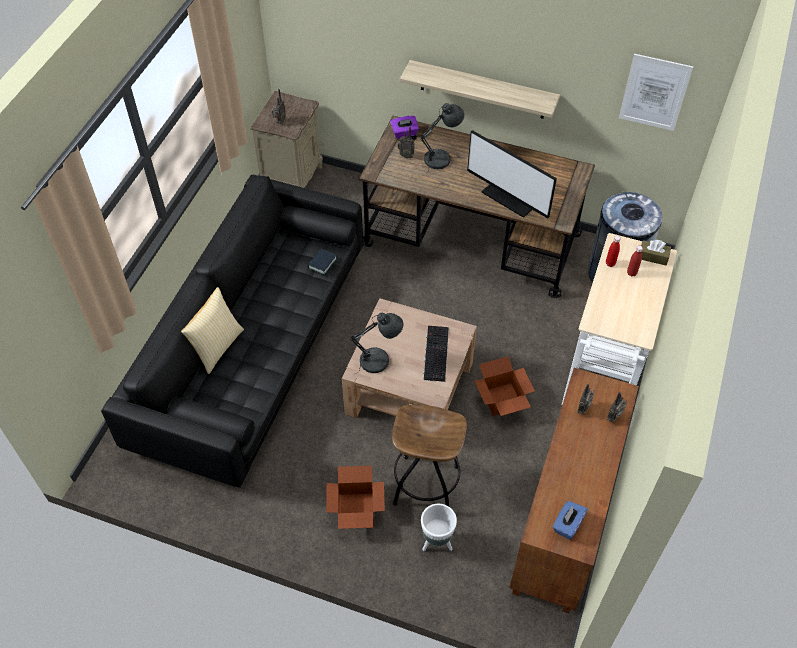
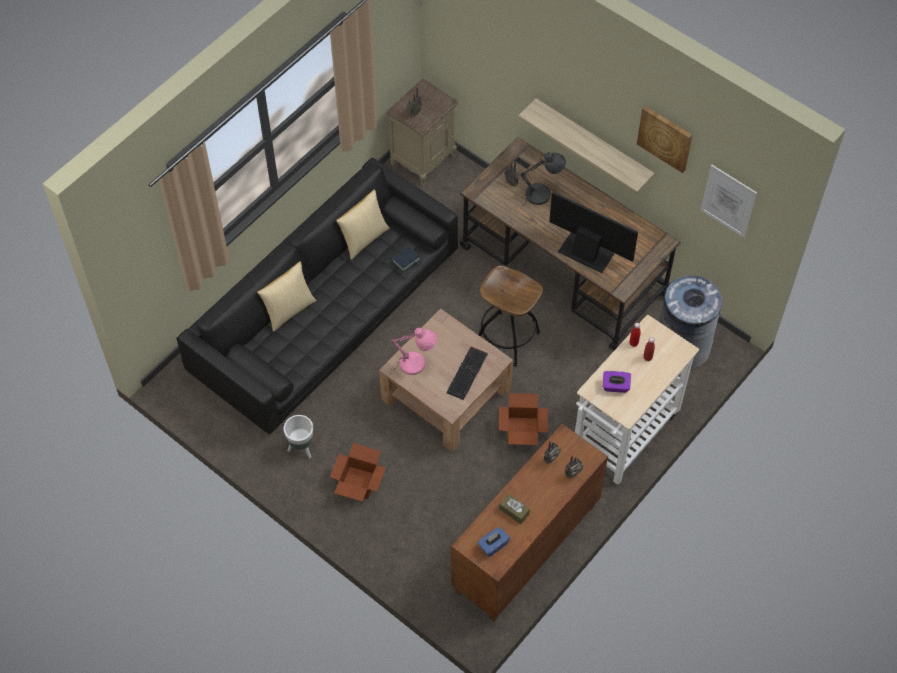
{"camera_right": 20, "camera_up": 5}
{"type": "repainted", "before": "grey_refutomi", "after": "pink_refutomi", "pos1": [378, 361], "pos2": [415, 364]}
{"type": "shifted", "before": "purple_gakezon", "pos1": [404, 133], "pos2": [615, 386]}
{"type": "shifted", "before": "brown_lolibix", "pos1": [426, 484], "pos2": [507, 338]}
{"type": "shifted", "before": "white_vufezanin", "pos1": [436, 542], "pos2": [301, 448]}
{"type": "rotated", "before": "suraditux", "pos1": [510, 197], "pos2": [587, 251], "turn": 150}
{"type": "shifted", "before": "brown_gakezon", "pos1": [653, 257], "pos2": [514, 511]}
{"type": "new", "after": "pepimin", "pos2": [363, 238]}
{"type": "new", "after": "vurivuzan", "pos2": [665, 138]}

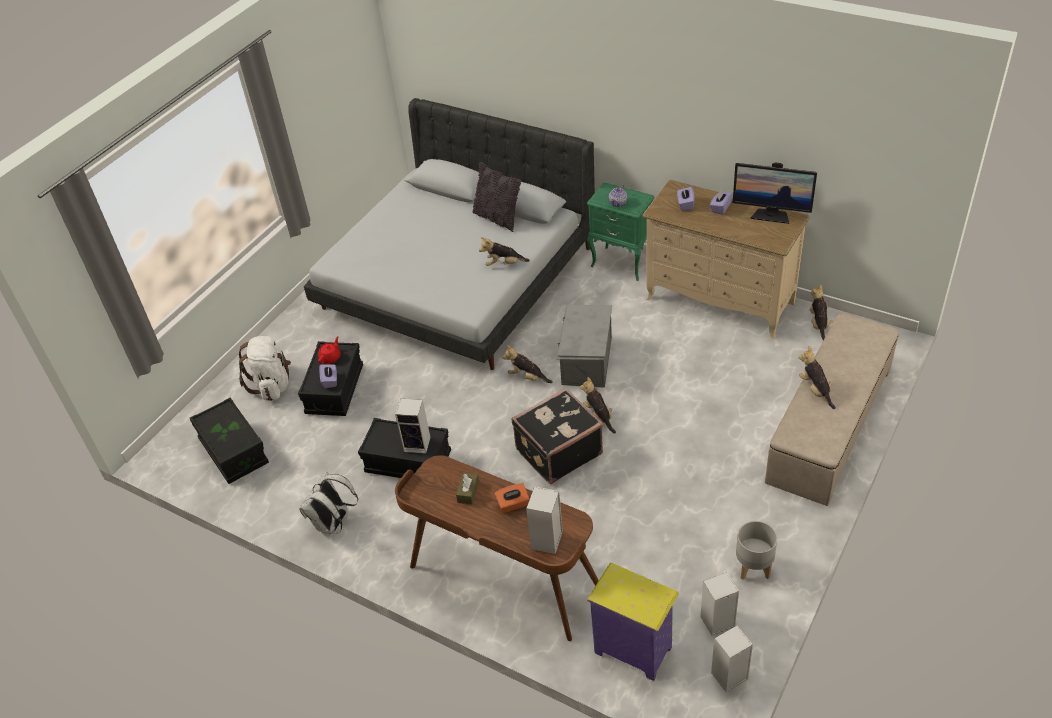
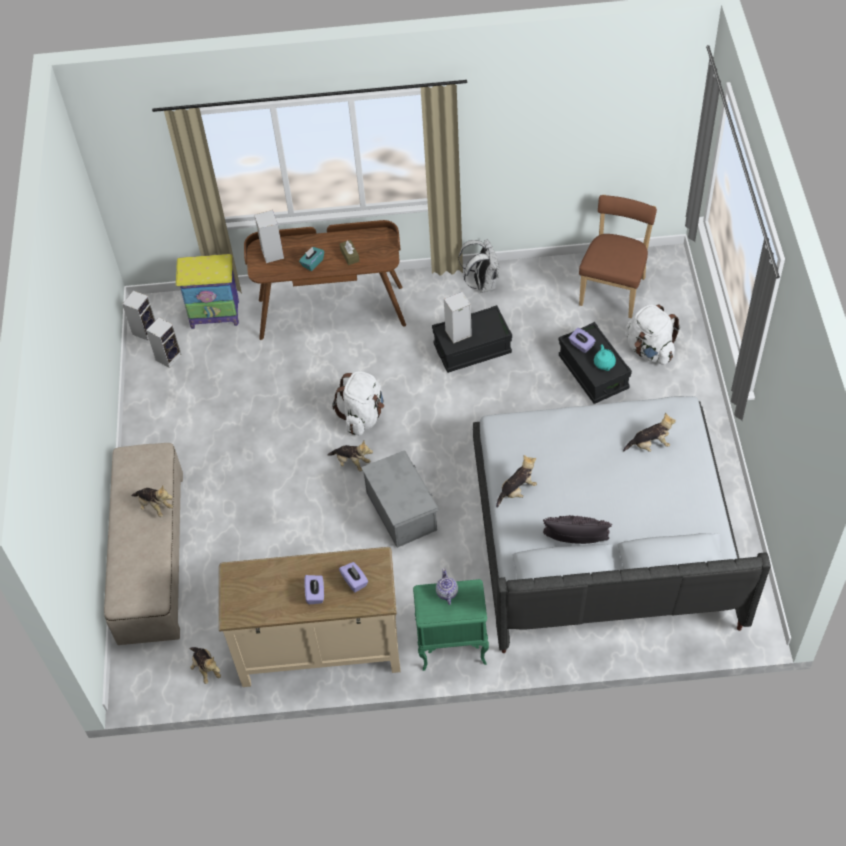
{"camera_right": 145, "camera_up": 10}
{"type": "swapped", "before": "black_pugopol", "after": "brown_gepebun", "pos1": [234, 451], "pos2": [614, 289]}
{"type": "repainted", "before": "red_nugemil", "after": "turquoise_nugemil", "pos1": [330, 357], "pos2": [604, 364]}
{"type": "repainted", "before": "orange_gakezon", "after": "turquoise_gakezon", "pos1": [513, 504], "pos2": [312, 263]}
{"type": "shifted", "before": "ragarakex", "pos1": [527, 377], "pos2": [650, 444]}
{"type": "swapped", "before": "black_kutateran", "after": "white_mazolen", "pos1": [557, 451], "pos2": [363, 416]}
{"type": "gone", "before": "suraditux", "pos1": [771, 215]}
{"type": "gone", "before": "grey_vufezanin", "pos1": [753, 567]}

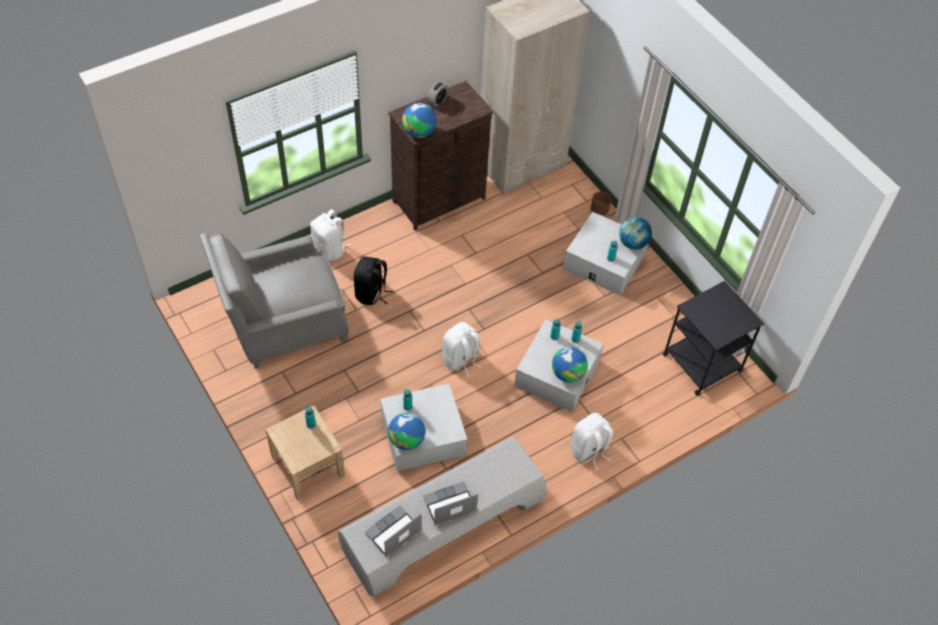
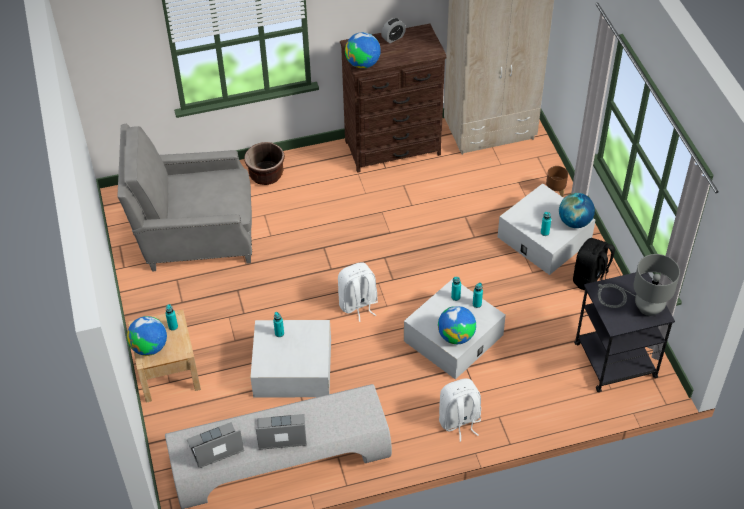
{"camera_right": 20, "camera_up": -5}
{"type": "swapped", "before": "white_mazolen", "after": "brown_vufezanin", "pos1": [330, 249], "pos2": [266, 175]}
{"type": "shifted", "before": "black_mazolen", "pos1": [371, 293], "pos2": [590, 280]}
{"type": "shifted", "before": "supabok", "pos1": [407, 440], "pos2": [150, 347]}
{"type": "new", "after": "grey_refutomi", "pos2": [634, 303]}

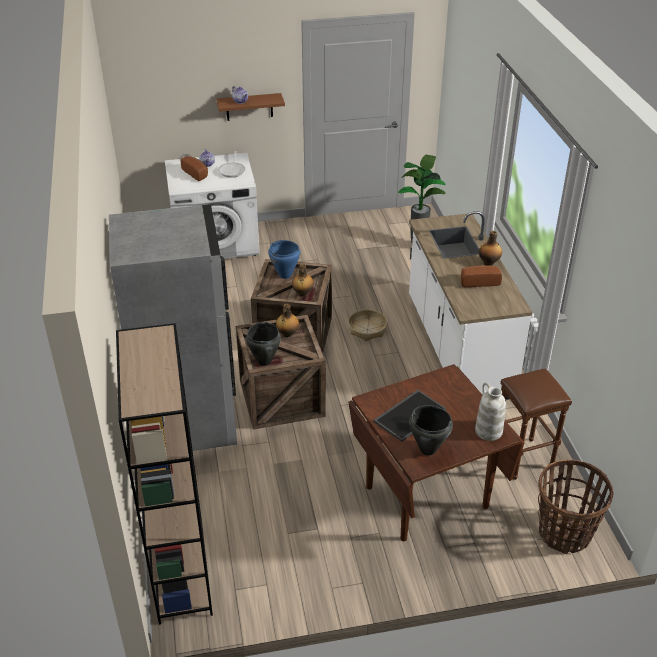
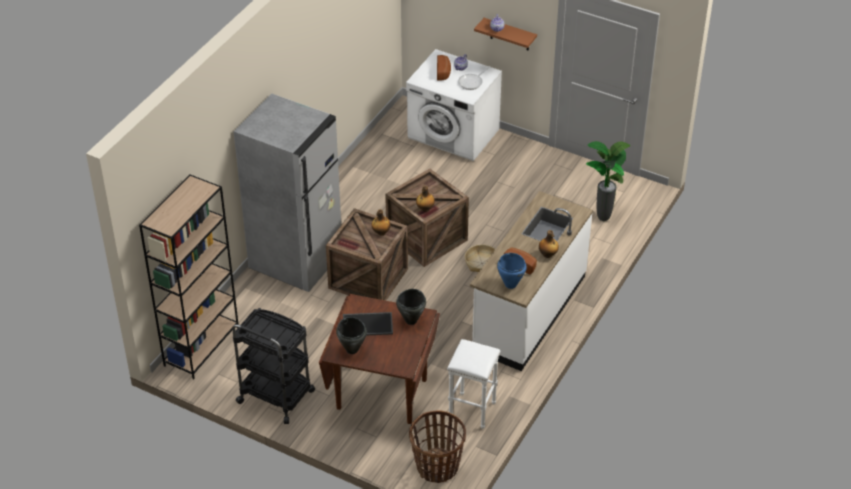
{"camera_right": 40, "camera_up": 5}
{"type": "shifted", "before": "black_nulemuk", "pos1": [264, 361], "pos2": [410, 320]}
{"type": "shifted", "before": "blue_nulemuk", "pos1": [285, 275], "pos2": [510, 284]}
{"type": "gone", "before": "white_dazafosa", "pos1": [488, 431]}
{"type": "repainted", "before": "brown_lolibix", "after": "white_lolibix", "pos1": [524, 459], "pos2": [472, 411]}
{"type": "new", "after": "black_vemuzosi", "pos2": [276, 396]}

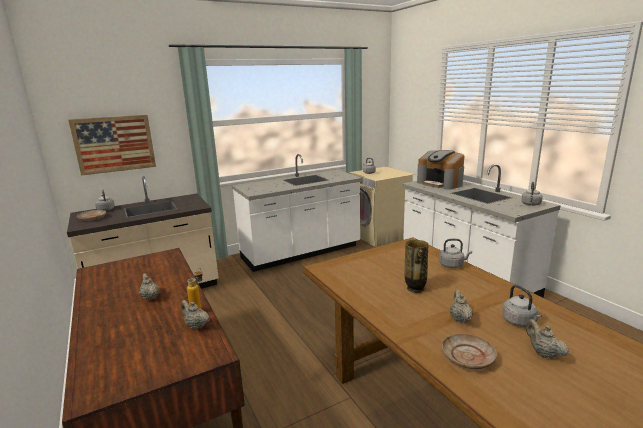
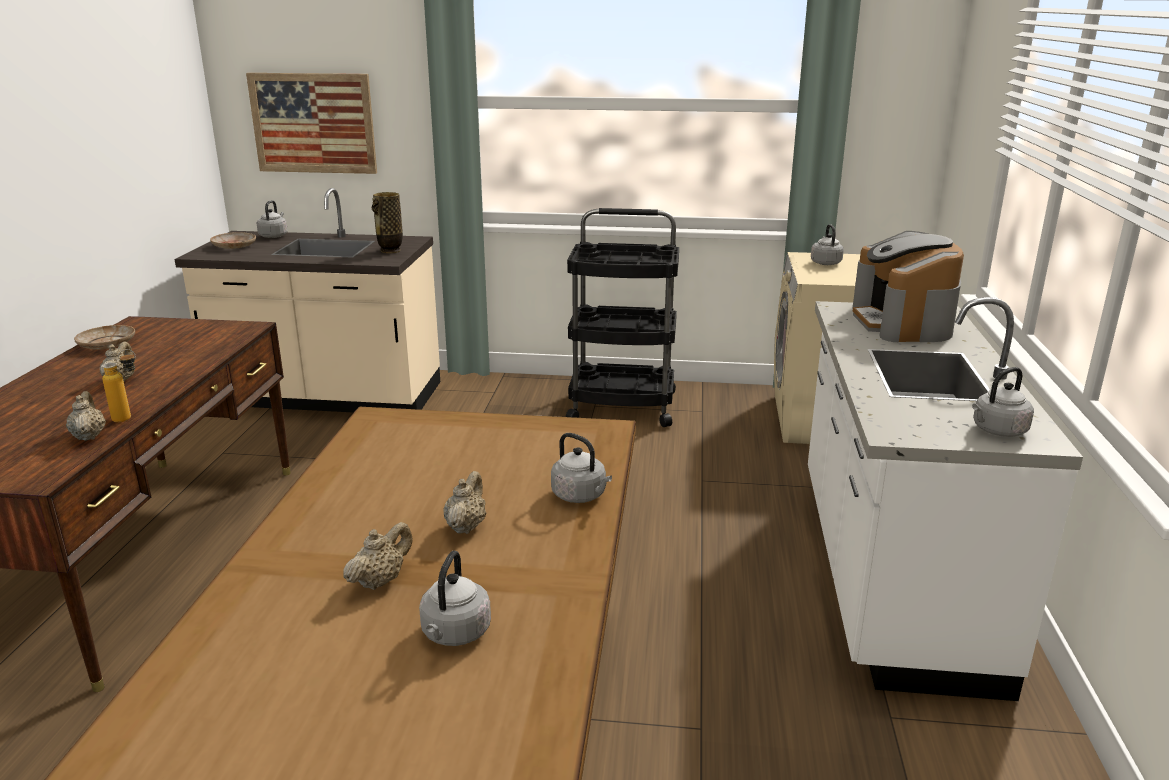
{"camera_right": 35, "camera_up": 5}
{"type": "swapped", "before": "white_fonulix", "after": "black_vemuzosi", "pos1": [301, 253], "pos2": [621, 407]}
{"type": "shifted", "before": "dazafosa", "pos1": [415, 289], "pos2": [390, 251]}
{"type": "shifted", "before": "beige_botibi", "pos1": [468, 357], "pos2": [107, 344]}
{"type": "shifted", "before": "beige_nugemil", "pos1": [543, 353], "pos2": [466, 526]}

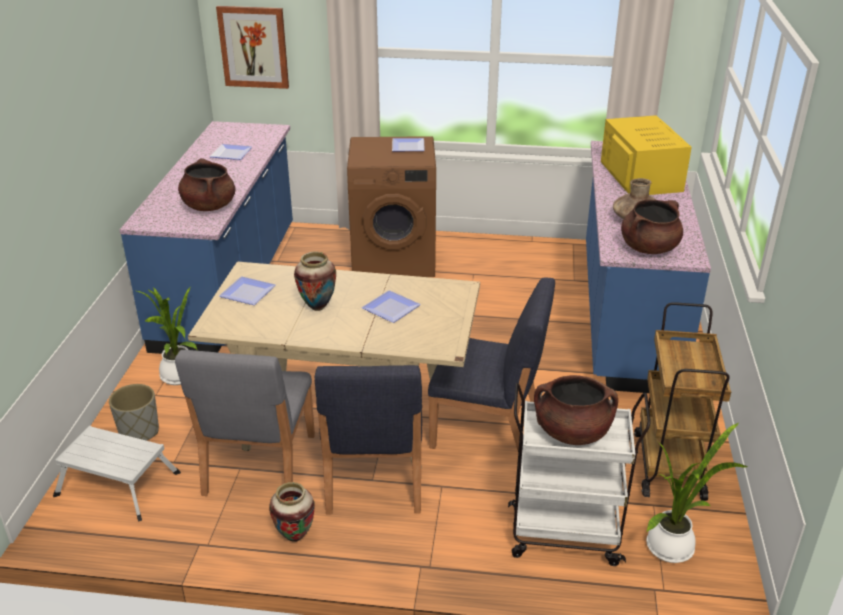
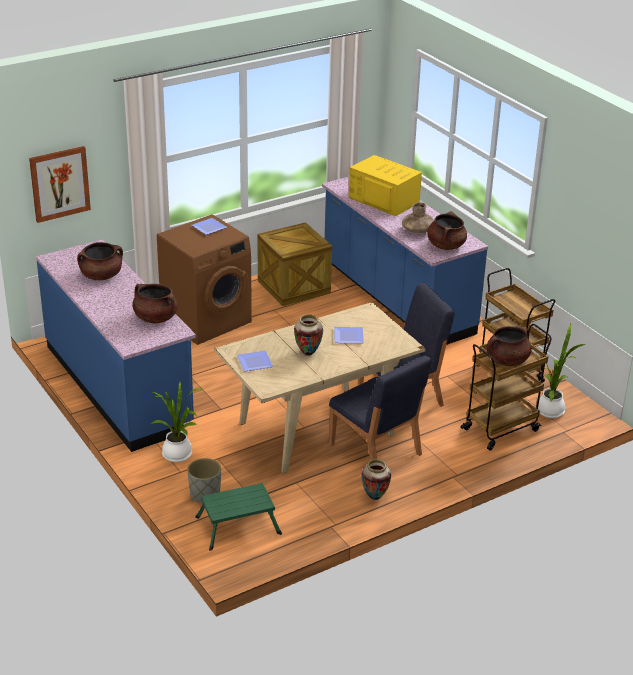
{"camera_right": -40, "camera_up": 0}
{"type": "repainted", "before": "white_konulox", "after": "green_konulox", "pos1": [117, 483], "pos2": [237, 525]}
{"type": "gone", "before": "grey_gepebun", "pos1": [259, 465]}
{"type": "swapped", "before": "botibi", "after": "brown_nulemuk", "pos1": [233, 153], "pos2": [101, 276]}
{"type": "repainted", "before": "white_vemuzosi", "after": "brown_vemuzosi", "pos1": [563, 536], "pos2": [500, 430]}
{"type": "new", "after": "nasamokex", "pos2": [294, 287]}

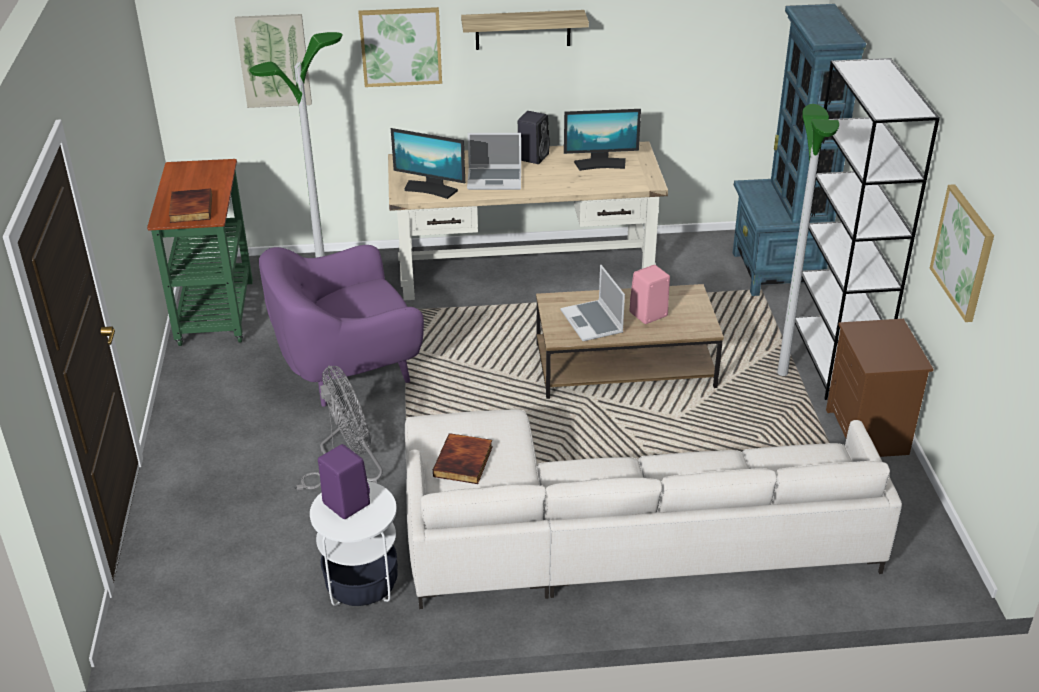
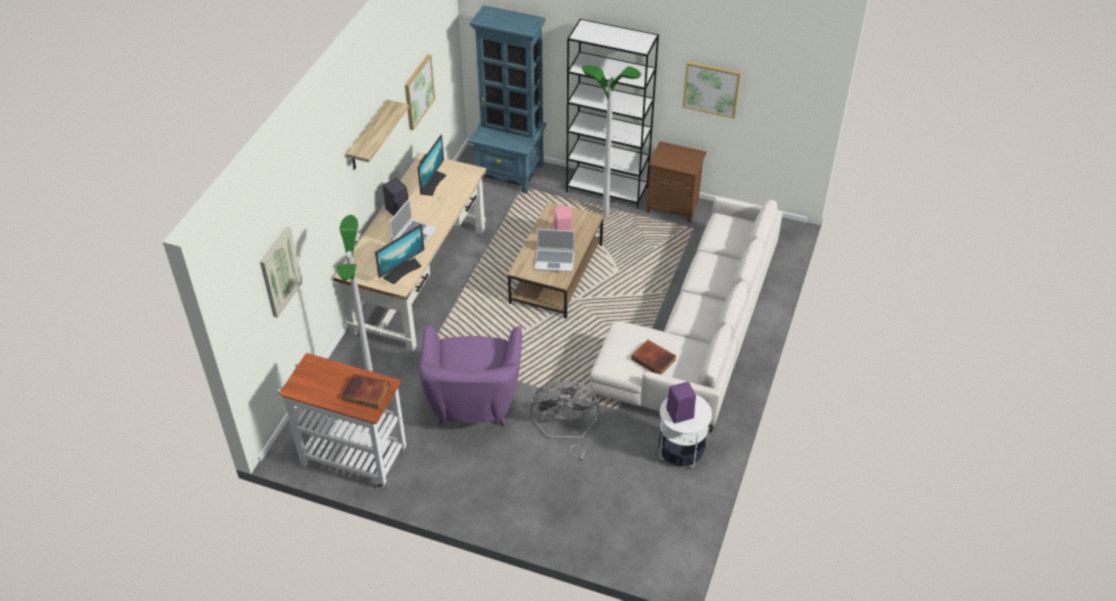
{"camera_right": -65, "camera_up": 10}
{"type": "repainted", "before": "green_vemuzosi", "after": "white_vemuzosi", "pos1": [216, 312], "pos2": [352, 457]}
{"type": "shifted", "before": "vurivuzan", "pos1": [401, 46], "pos2": [418, 91]}

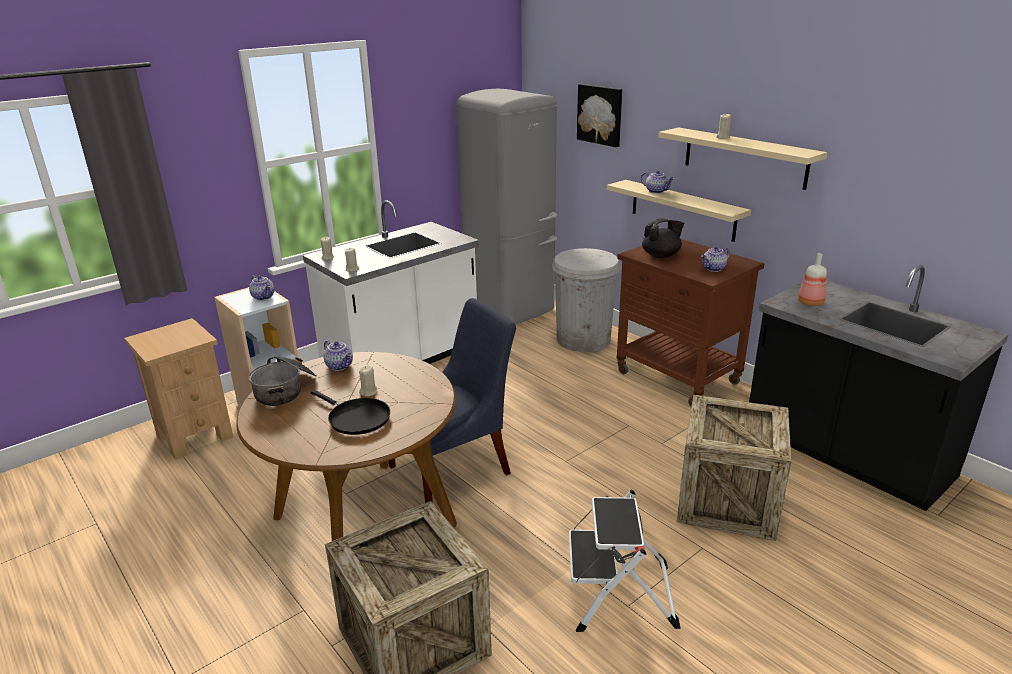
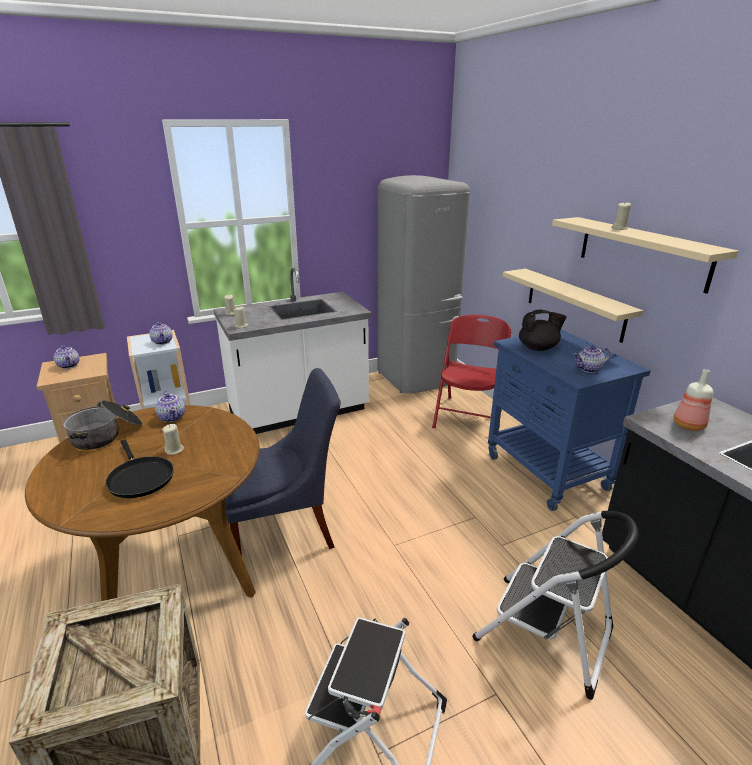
{"camera_right": 15, "camera_up": 0}
{"type": "swapped", "before": "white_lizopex", "after": "red_gepebun", "pos1": [583, 339], "pos2": [469, 417]}
{"type": "gone", "before": "vurivuzan", "pos1": [600, 114]}
{"type": "repainted", "before": "brown_vemuzosi", "after": "blue_vemuzosi", "pos1": [678, 379], "pos2": [547, 474]}
{"type": "shifted", "before": "nugemil", "pos1": [656, 191], "pos2": [69, 365]}
{"type": "swapped", "before": "nasamokex", "after": "konulox", "pos1": [727, 501], "pos2": [548, 636]}

